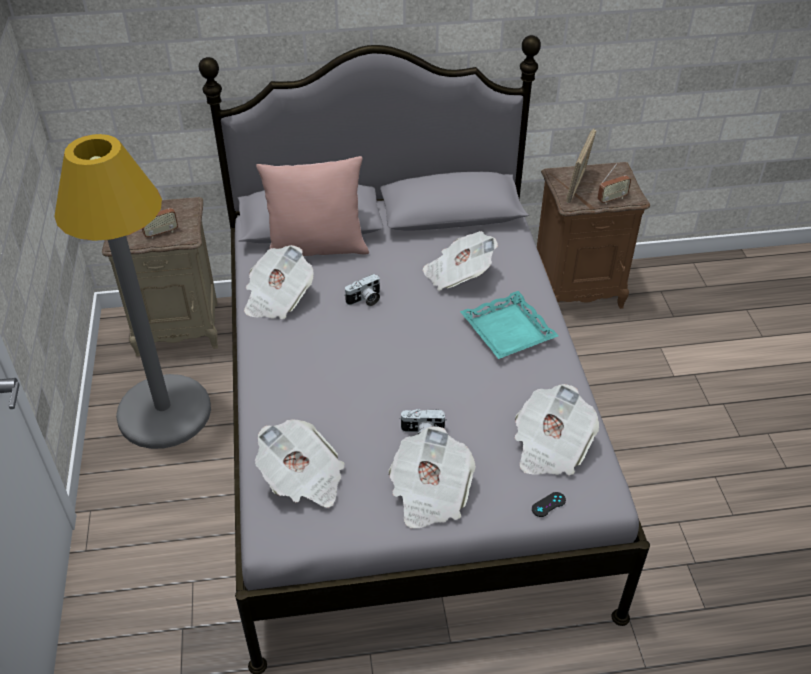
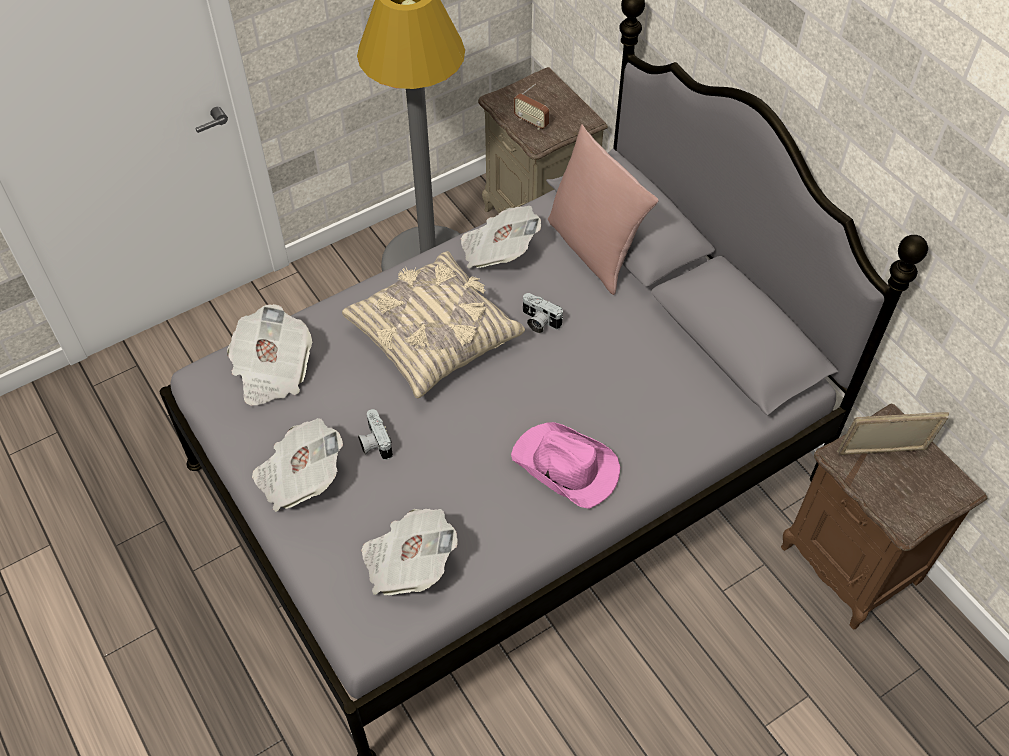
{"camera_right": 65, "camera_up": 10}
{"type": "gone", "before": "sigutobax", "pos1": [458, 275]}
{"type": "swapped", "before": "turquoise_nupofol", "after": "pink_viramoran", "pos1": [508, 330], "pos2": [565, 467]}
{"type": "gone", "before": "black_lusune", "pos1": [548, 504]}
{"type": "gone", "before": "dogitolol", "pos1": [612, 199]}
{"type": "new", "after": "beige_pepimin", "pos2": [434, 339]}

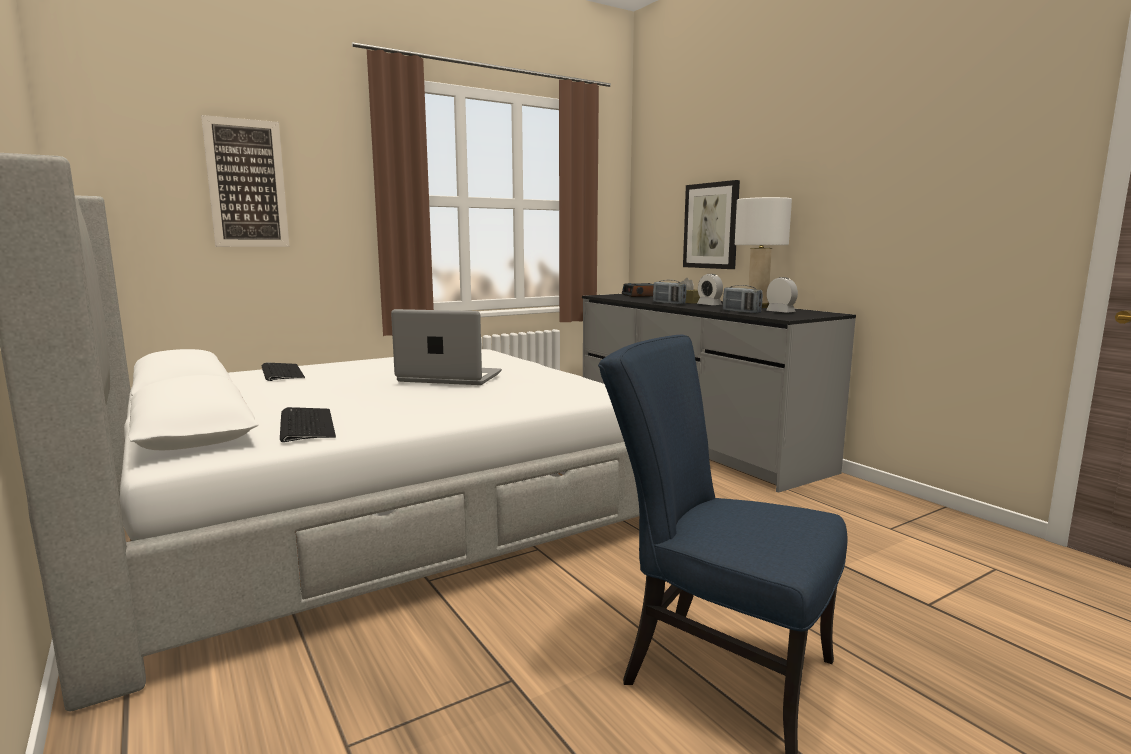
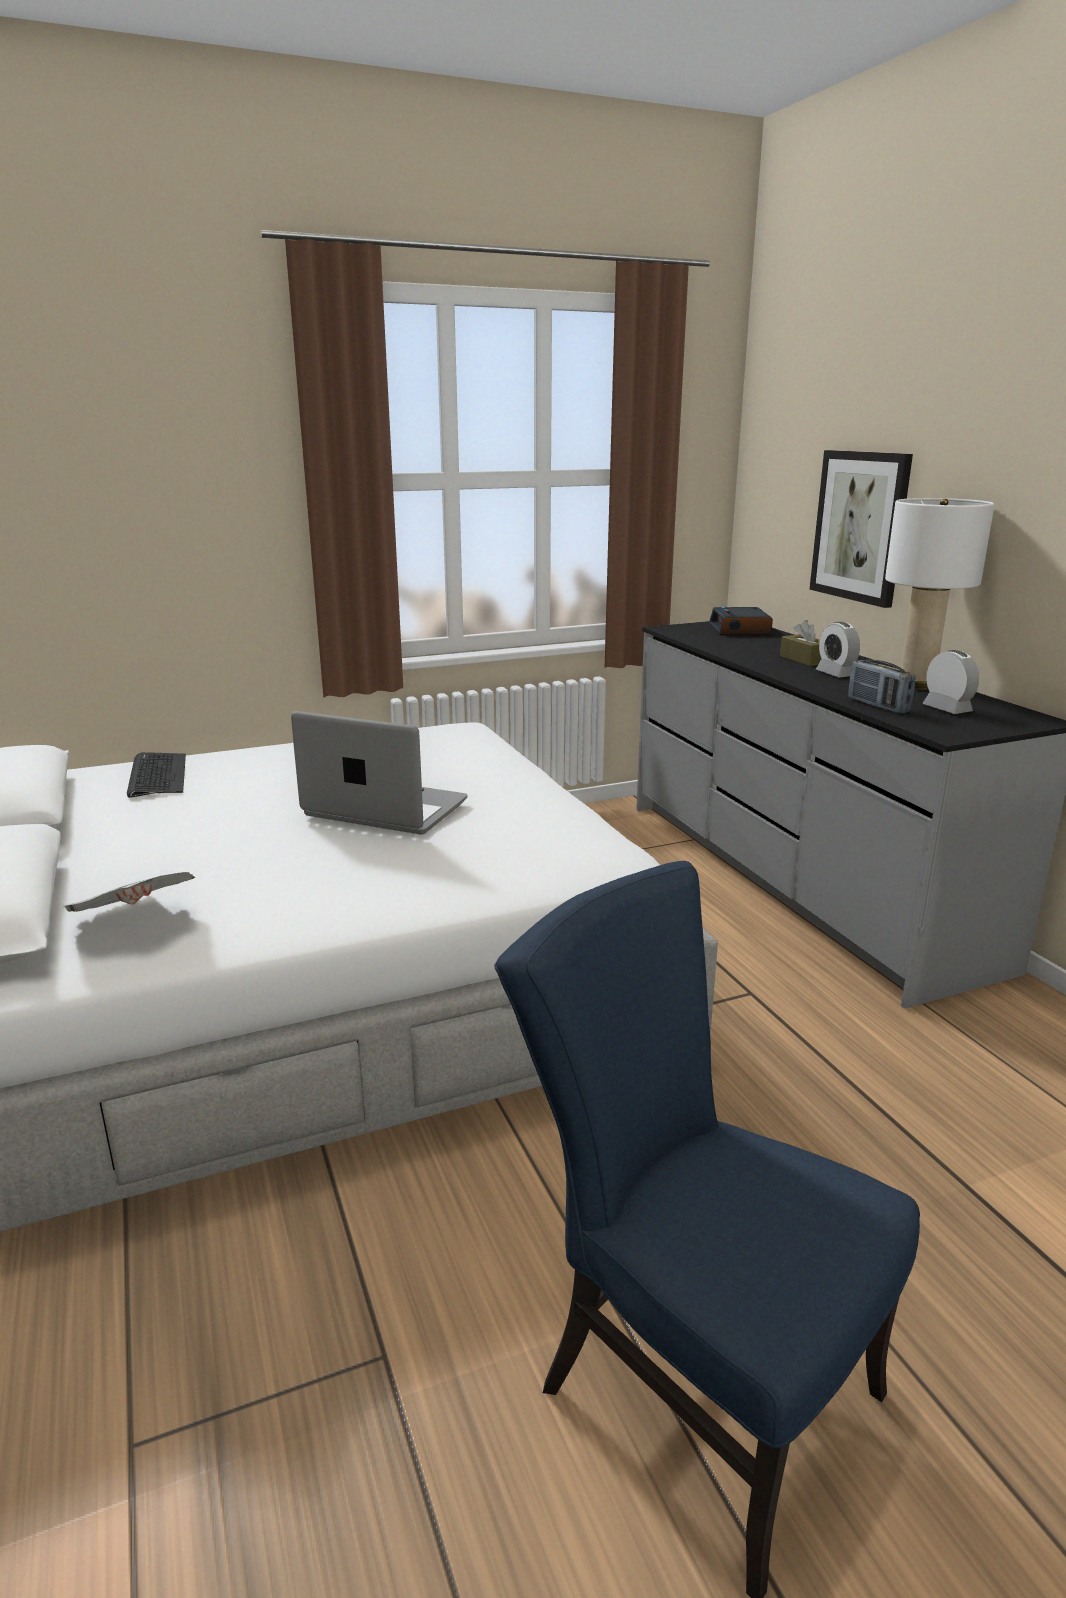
{"camera_right": 10, "camera_up": 10}
{"type": "gone", "before": "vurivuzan", "pos1": [247, 184]}
{"type": "swapped", "before": "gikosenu", "after": "sigutobax", "pos1": [306, 425], "pos2": [135, 923]}
{"type": "gone", "before": "dogitolol", "pos1": [668, 303]}

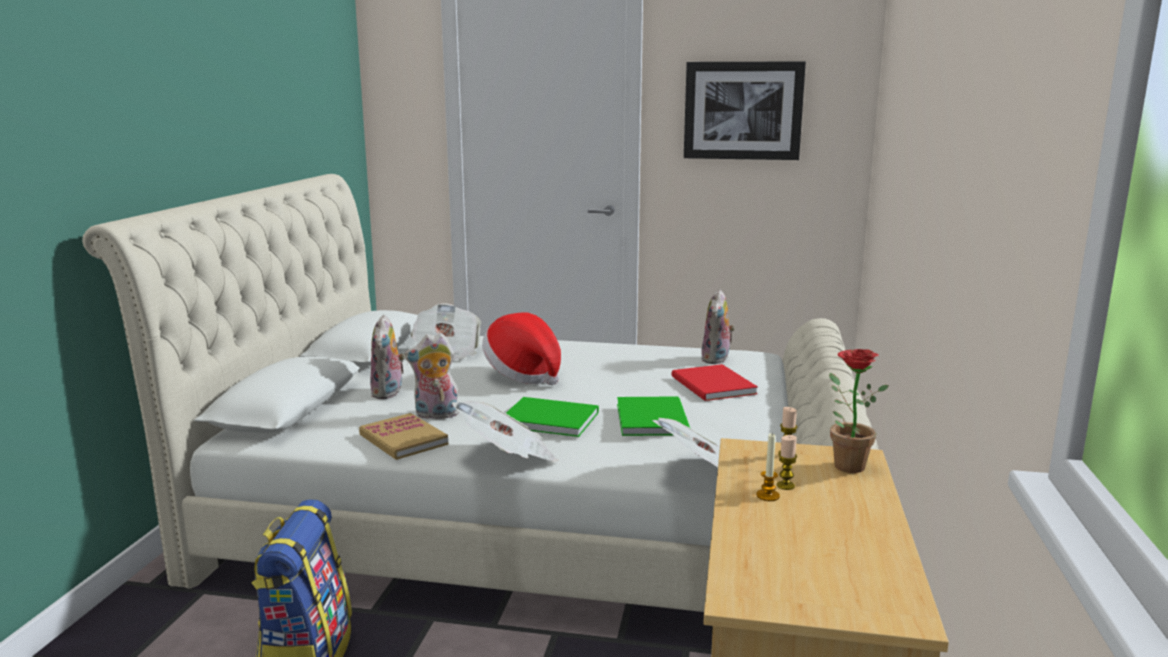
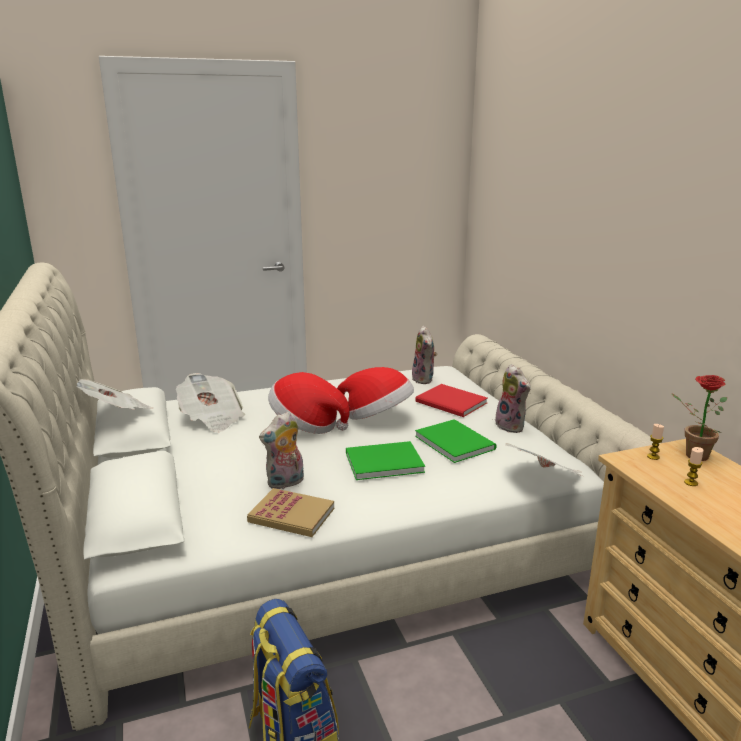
{"camera_right": -30, "camera_up": 5}
{"type": "shifted", "before": "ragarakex", "pos1": [389, 393], "pos2": [512, 426]}
{"type": "shifted", "before": "sigutobax", "pos1": [507, 456], "pos2": [114, 413]}
{"type": "gone", "before": "vurivuzan", "pos1": [743, 111]}
{"type": "gone", "before": "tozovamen", "pos1": [767, 496]}
{"type": "new", "after": "viramoran", "pos2": [377, 417]}

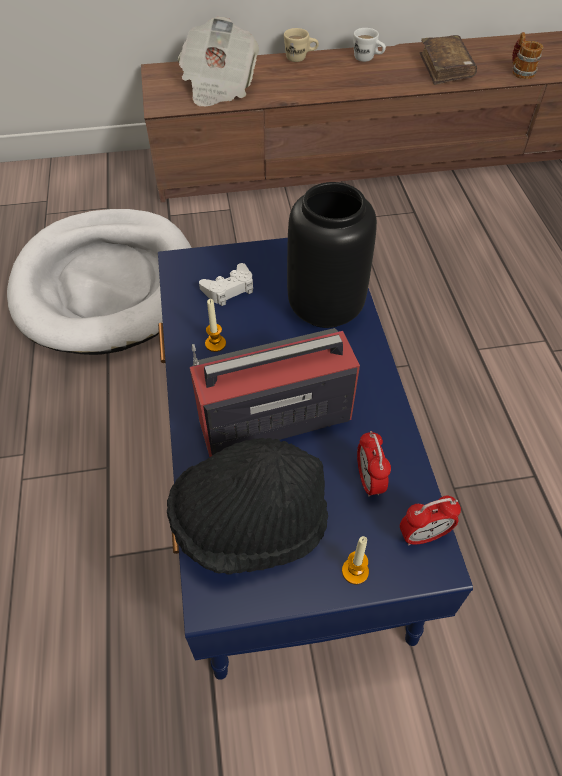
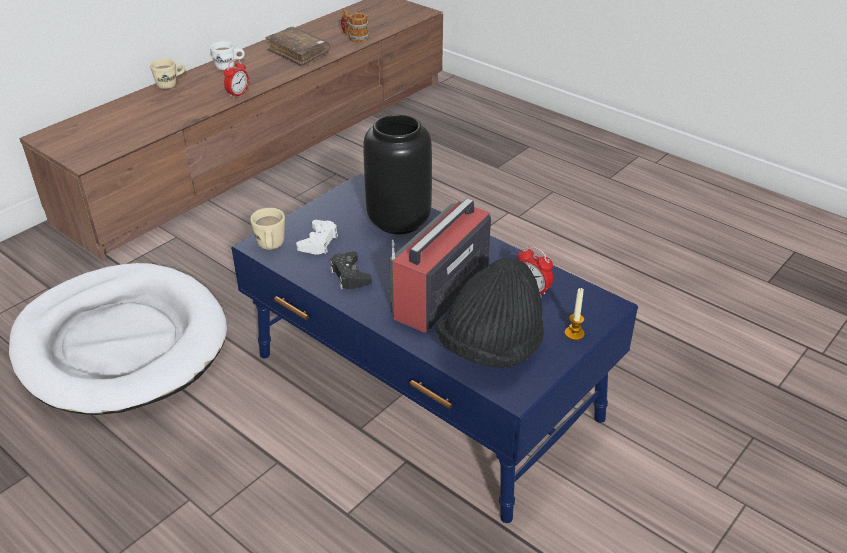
{"camera_right": -40, "camera_up": -15}
{"type": "gone", "before": "sigutobax", "pos1": [218, 86]}
{"type": "swapped", "before": "tozovamen", "after": "black_lusune", "pos1": [215, 344], "pos2": [350, 275]}
{"type": "shifted", "before": "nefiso", "pos1": [423, 535], "pos2": [238, 94]}
{"type": "new", "after": "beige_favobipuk", "pos2": [271, 247]}

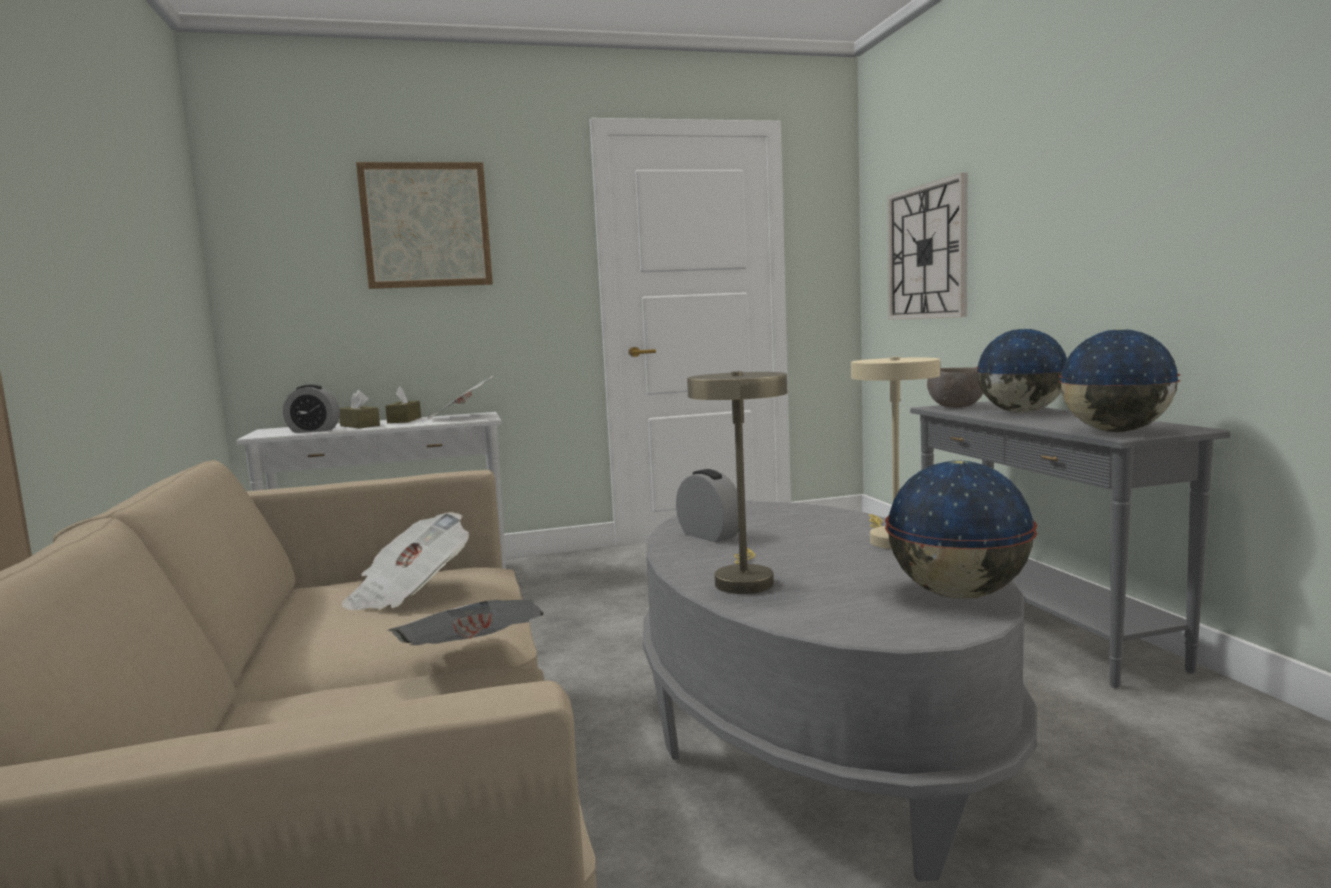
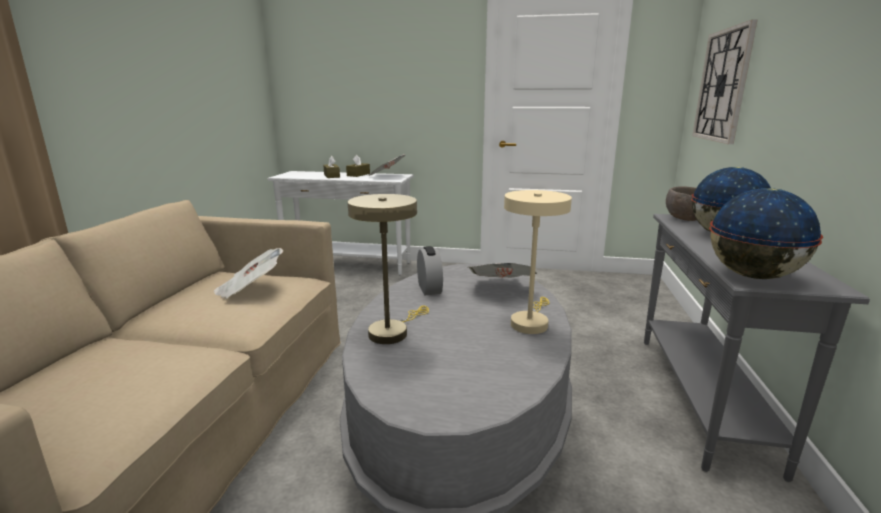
{"camera_right": 25, "camera_up": 10}
{"type": "gone", "before": "nefiso", "pos1": [313, 431]}
{"type": "gone", "before": "vurivuzan", "pos1": [426, 223]}
{"type": "shifted", "before": "sigutobax", "pos1": [472, 663], "pos2": [501, 289]}
{"type": "gone", "before": "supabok", "pos1": [959, 595]}

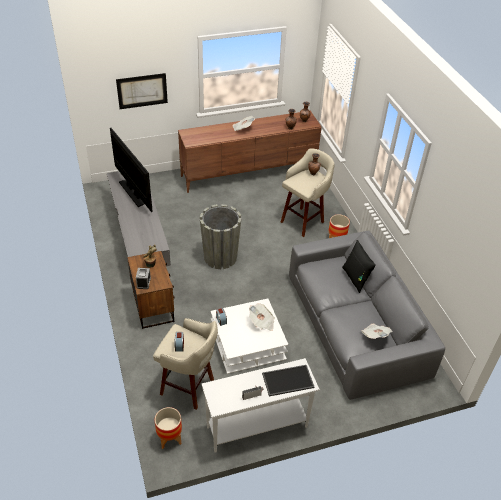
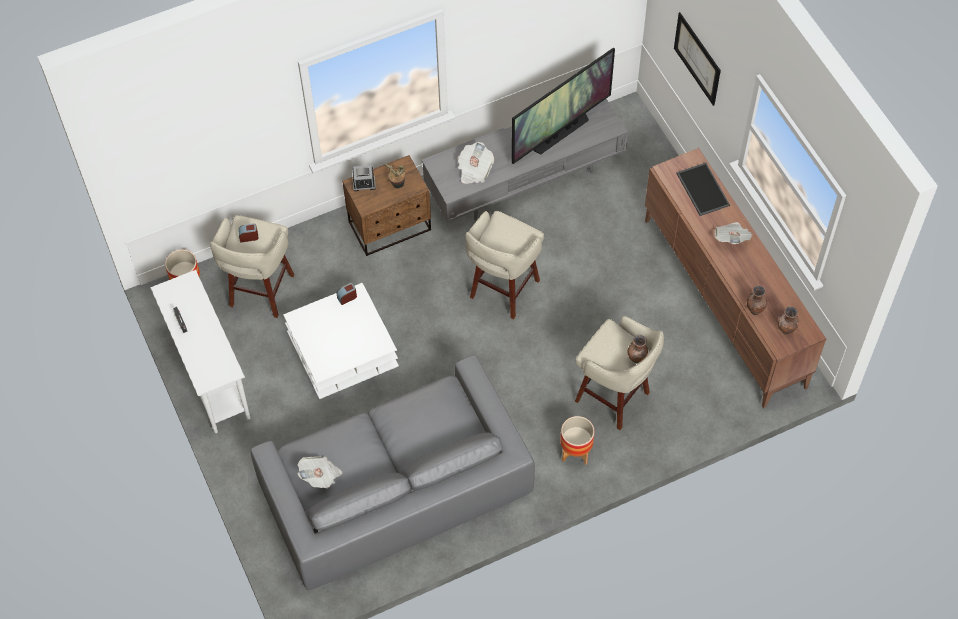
{"camera_right": 85, "camera_up": 15}
{"type": "swapped", "before": "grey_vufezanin", "after": "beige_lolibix", "pos1": [220, 257], "pos2": [503, 291]}
{"type": "shifted", "before": "sigutobax", "pos1": [262, 322], "pos2": [474, 170]}
{"type": "shifted", "before": "nupofol", "pos1": [287, 381], "pos2": [701, 189]}
{"type": "gone", "before": "black_pepimin", "pos1": [355, 278]}

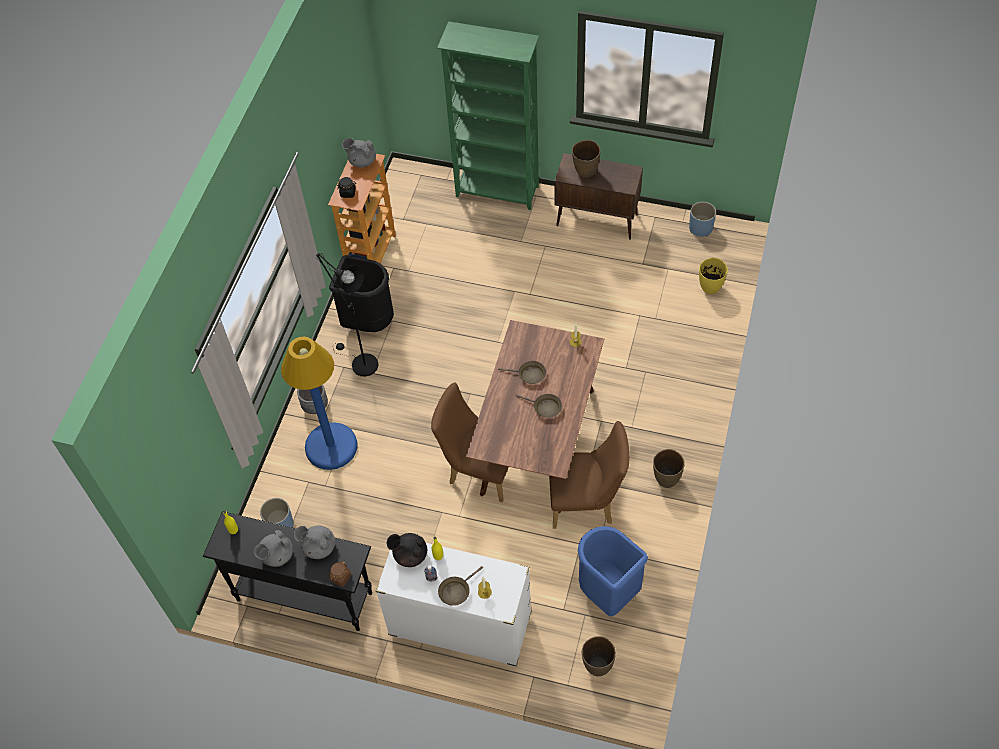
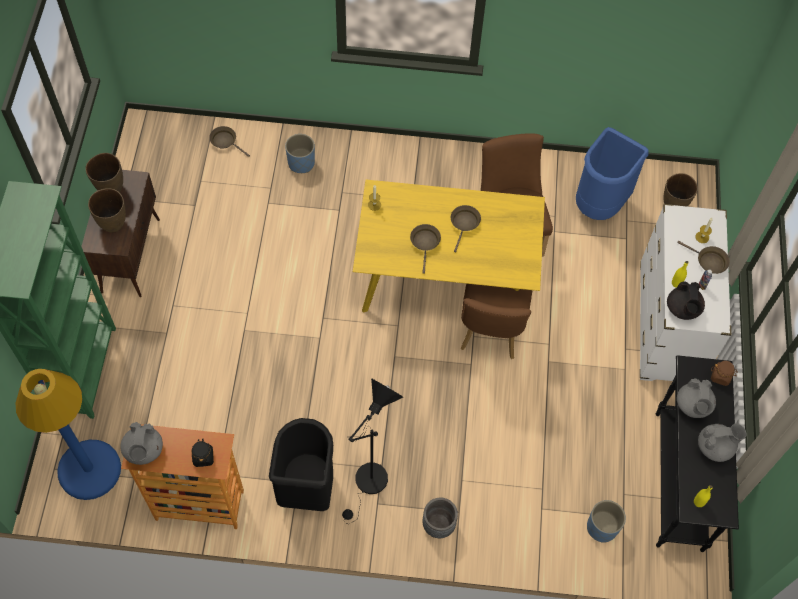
{"camera_right": -105, "camera_up": 5}
{"type": "rotated", "before": "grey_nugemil", "pos1": [276, 555], "pos2": [715, 447], "turn": -45}
{"type": "shifted", "before": "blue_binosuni", "pos1": [331, 446], "pos2": [89, 470]}
{"type": "repainted", "before": "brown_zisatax", "after": "yellow_zisatax", "pos1": [538, 442], "pos2": [445, 280]}
{"type": "shifted", "before": "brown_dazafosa", "pos1": [666, 480], "pos2": [111, 189]}
{"type": "shifted", "before": "blue_vufezanin", "pos1": [700, 228], "pos2": [301, 163]}
{"type": "swapped", "before": "yellow_dazafosa", "after": "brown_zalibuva", "pos1": [710, 288], "pos2": [225, 141]}

